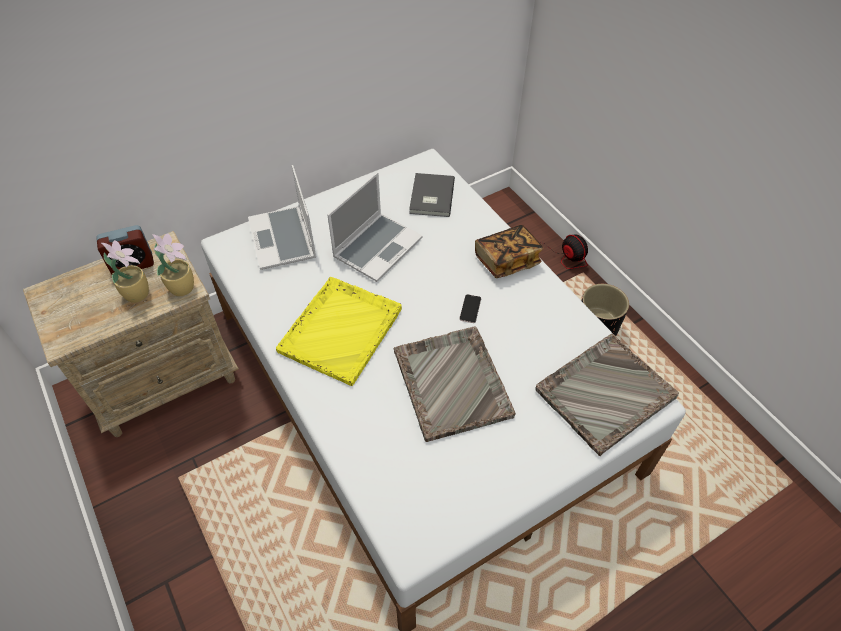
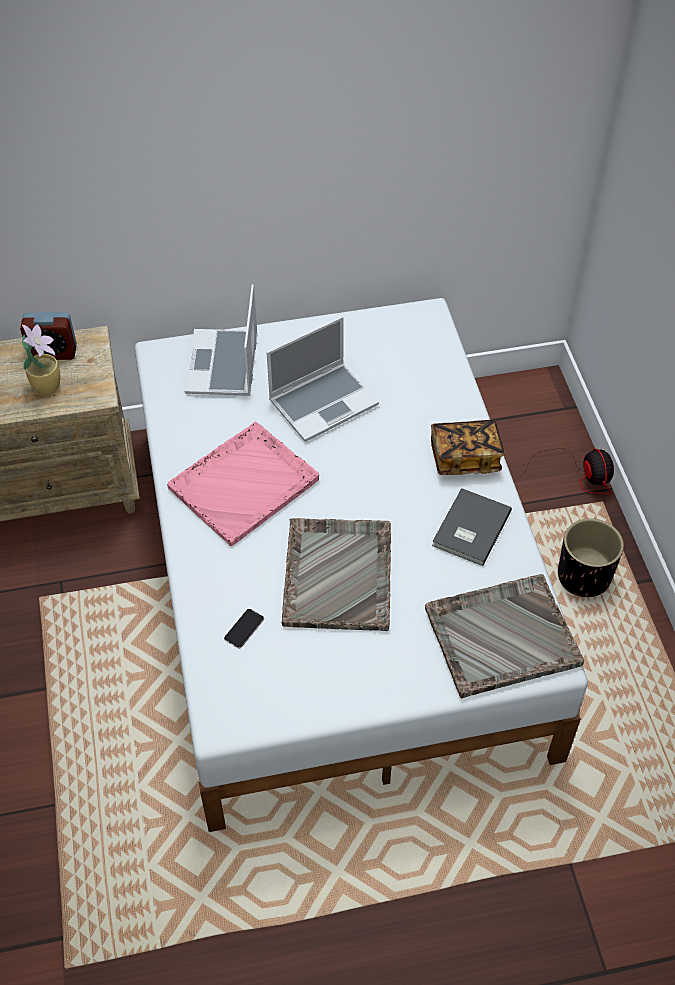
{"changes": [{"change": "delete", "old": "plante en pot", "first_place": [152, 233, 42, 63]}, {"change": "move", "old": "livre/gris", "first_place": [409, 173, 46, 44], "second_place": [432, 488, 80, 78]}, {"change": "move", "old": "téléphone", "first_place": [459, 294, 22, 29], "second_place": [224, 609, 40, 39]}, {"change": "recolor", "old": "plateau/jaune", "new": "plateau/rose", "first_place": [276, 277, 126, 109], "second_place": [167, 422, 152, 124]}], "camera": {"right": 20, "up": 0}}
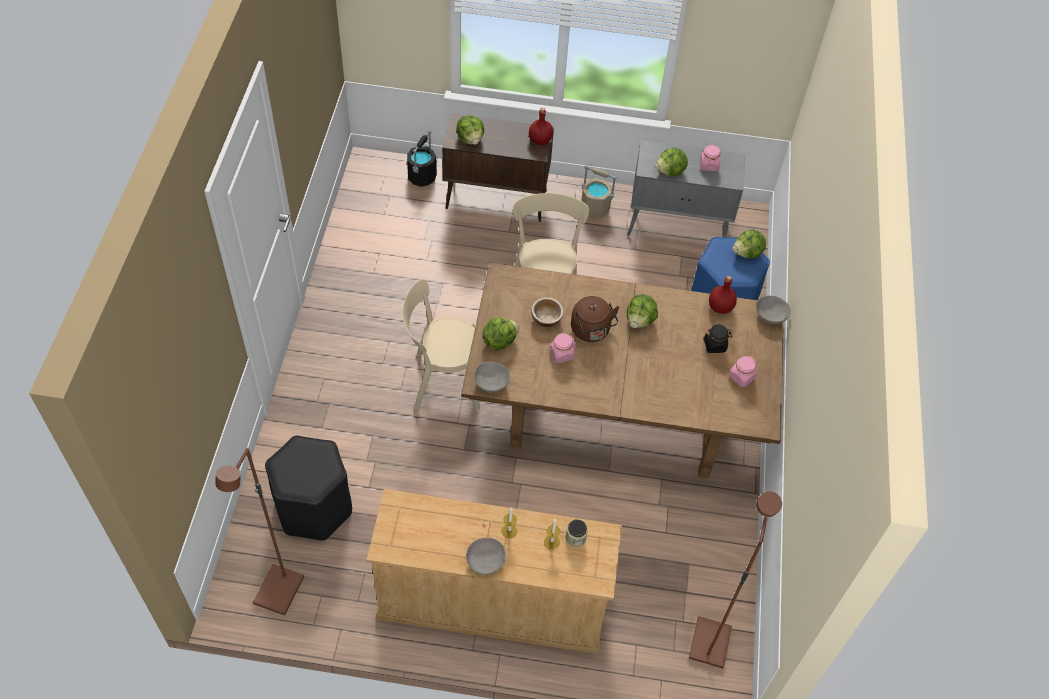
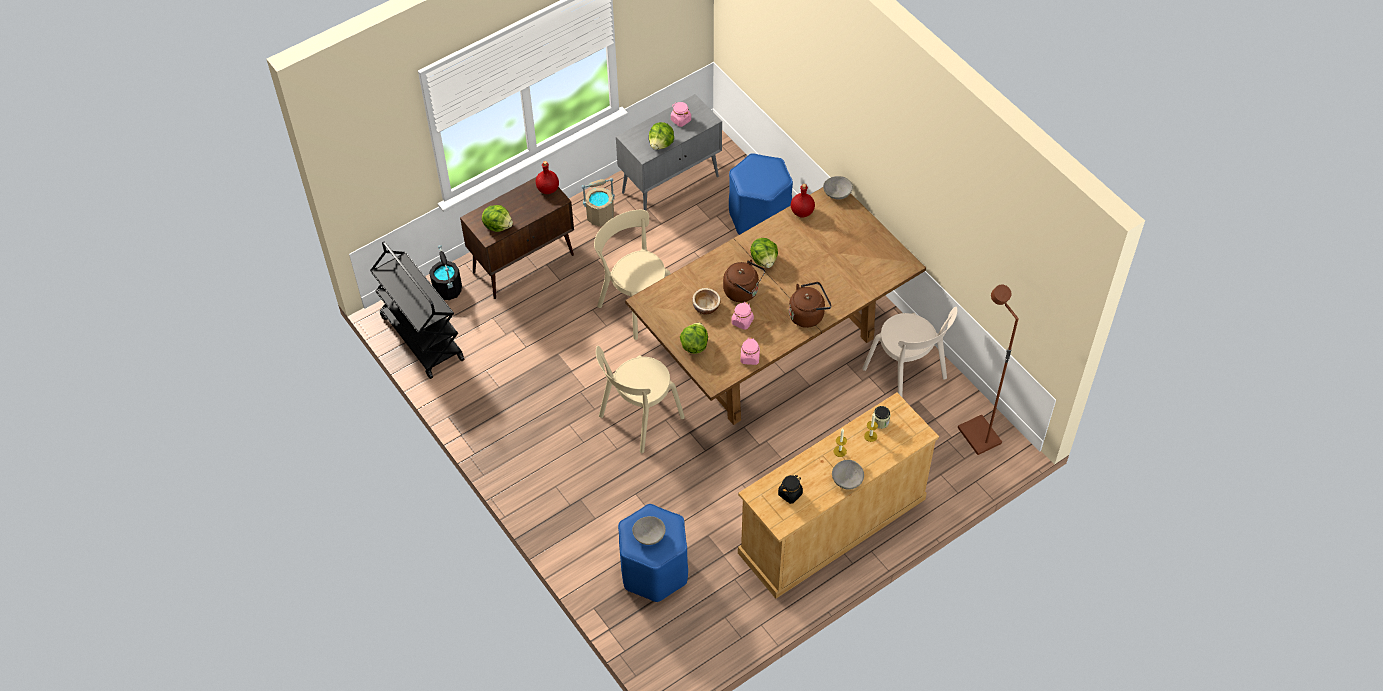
{"changes": [{"change": "delete", "old": "lampadaire/marron", "first_place": [216, 448, 88, 167]}, {"change": "delete", "old": "laitue", "first_place": [732, 230, 34, 28]}, {"change": "insert", "new": "chariot/noir", "second_place": [370, 241, 95, 138]}, {"change": "insert", "new": "bouilloire/marron", "second_place": [789, 282, 43, 46]}, {"change": "insert", "new": "chaise/beige", "second_place": [862, 307, 95, 90]}, {"change": "move", "old": "bol/gris", "first_place": [474, 362, 36, 30], "second_place": [632, 516, 34, 29]}, {"change": "move", "old": "bocal/noir", "first_place": [703, 325, 29, 28], "second_place": [778, 475, 25, 29]}, {"change": "move", "old": "bocal/rose", "first_place": [729, 356, 28, 31], "second_place": [741, 338, 19, 27]}, {"change": "recolor", "old": "tabouret/noir", "new": "tabouret/bleu", "first_place": [265, 436, 87, 105], "second_place": [618, 504, 70, 98]}], "camera": {"right": -40, "up": 0}}
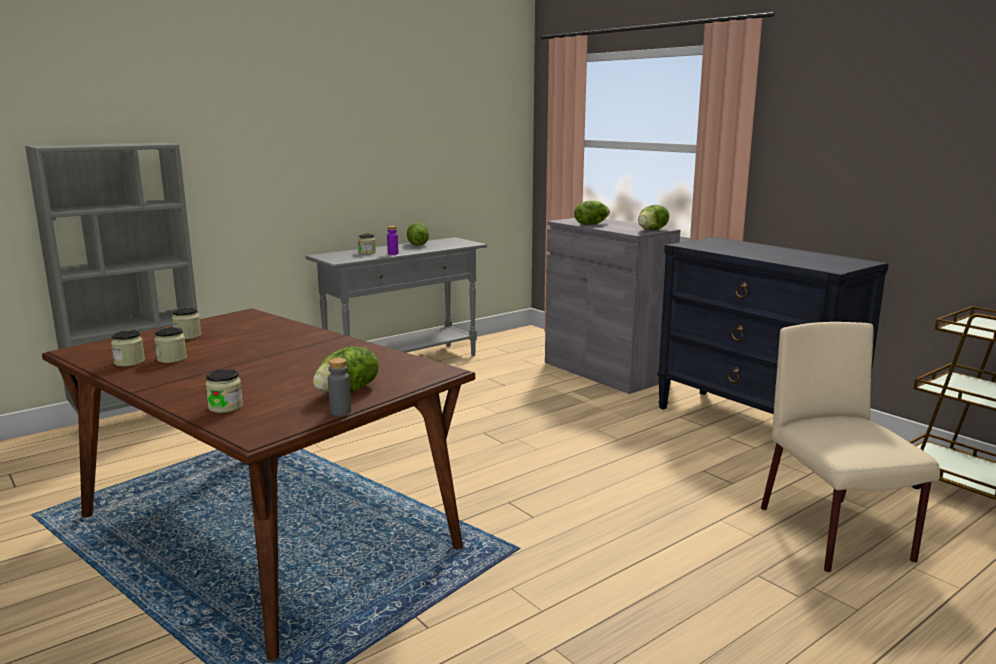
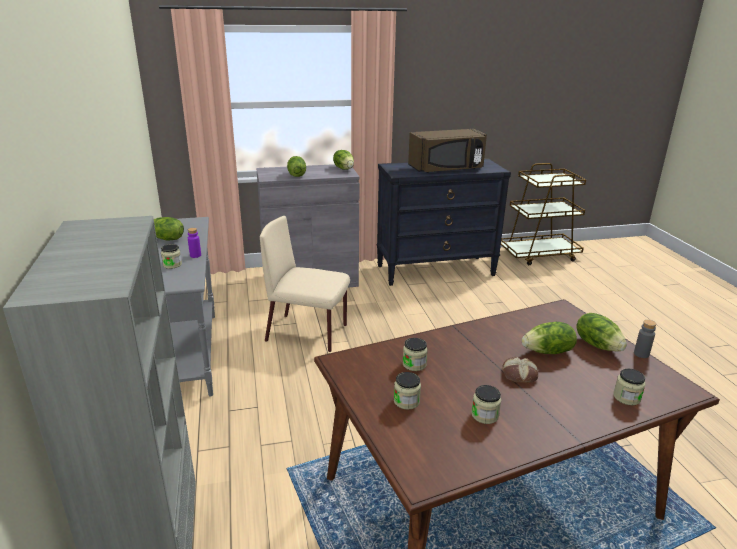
{"changes": [{"change": "insert", "new": "micro-ondes/marron", "second_place": [408, 129, 79, 44]}, {"change": "insert", "new": "pain", "second_place": [503, 357, 35, 26]}, {"change": "insert", "new": "laitue", "second_place": [522, 322, 55, 32]}, {"change": "move", "old": "bocal", "first_place": [111, 330, 34, 37], "second_place": [403, 338, 25, 33]}, {"change": "move", "old": "chaise/beige", "first_place": [761, 322, 179, 251], "second_place": [260, 216, 90, 136]}], "camera": {"right": -65, "up": 10}}
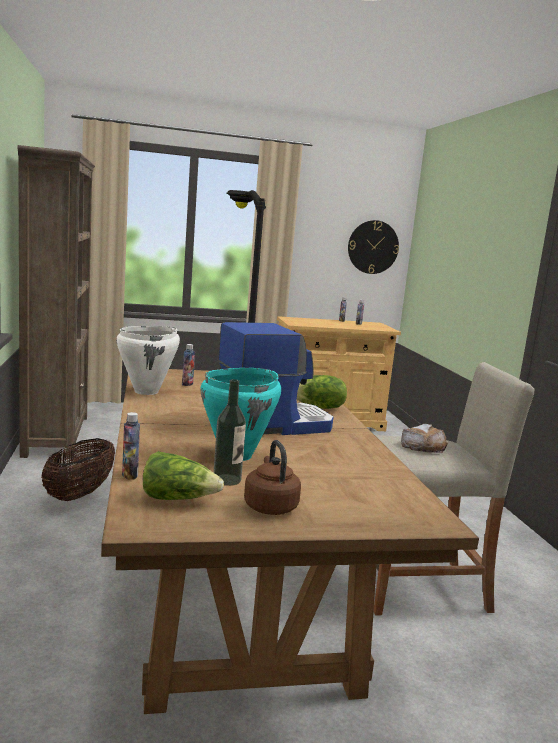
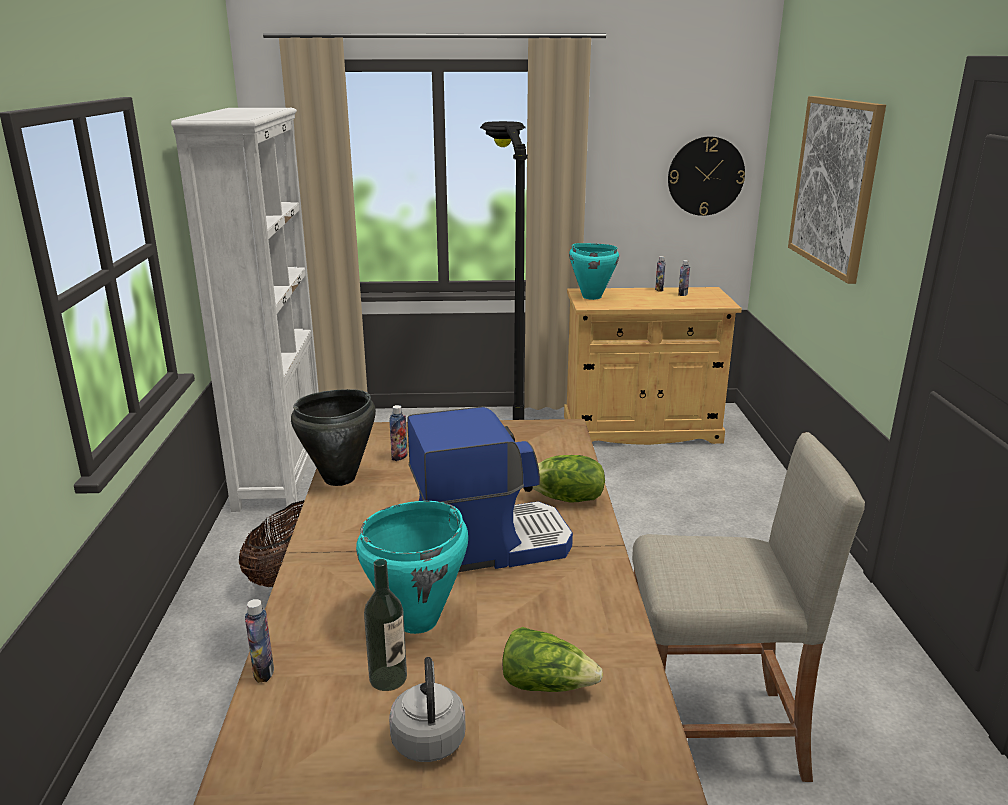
{"changes": [{"change": "delete", "old": "pain", "first_place": [401, 424, 47, 29]}, {"change": "insert", "new": "marmite/turquoise", "second_place": [569, 243, 50, 57]}, {"change": "insert", "new": "tableau", "second_place": [788, 96, 98, 188]}, {"change": "move", "old": "laitue", "first_place": [143, 451, 81, 49], "second_place": [503, 627, 100, 65]}, {"change": "recolor", "old": "bibliothèque/marron", "new": "bibliothèque/blanc", "first_place": [17, 145, 78, 313], "second_place": [171, 108, 148, 404]}, {"change": "recolor", "old": "marmite/blanc", "new": "marmite/noir", "first_place": [116, 326, 64, 69], "second_place": [291, 389, 85, 97]}, {"change": "recolor", "old": "bouilloire/marron", "new": "bouilloire/gris", "first_place": [244, 440, 57, 75], "second_place": [389, 657, 77, 105]}], "camera": {"right": 10, "up": 10}}
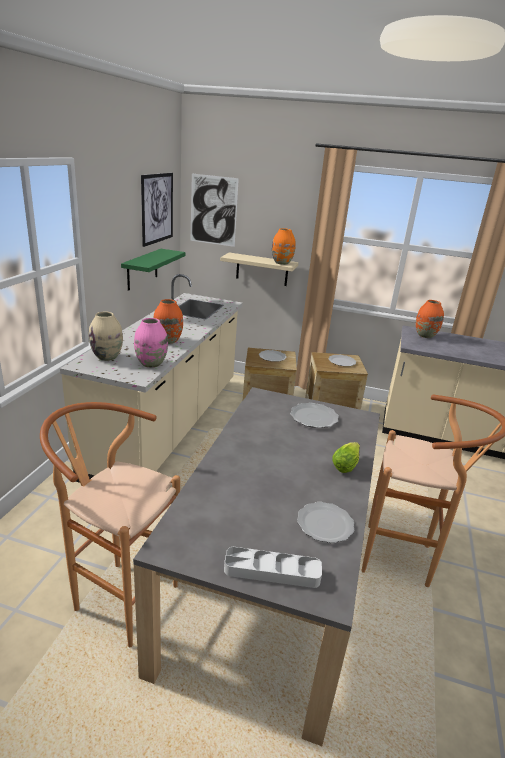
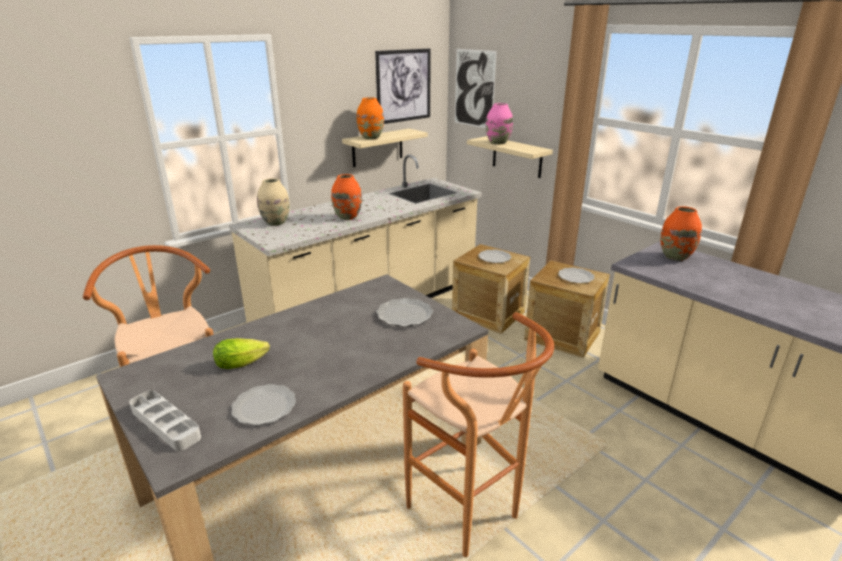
{"changes": [{"change": "move", "old": "vase/rose", "first_place": [134, 318, 34, 50], "second_place": [486, 103, 27, 41]}, {"change": "move", "old": "vase/orange", "first_place": [272, 228, 24, 37], "second_place": [357, 97, 27, 42]}, {"change": "move", "old": "laitue", "first_place": [332, 442, 28, 31], "second_place": [213, 338, 57, 31]}, {"change": "recolor", "old": "étagère/vert", "new": "étagère/beige", "first_place": [121, 249, 65, 42], "second_place": [342, 128, 86, 39]}], "camera": {"right": 35, "up": 0}}
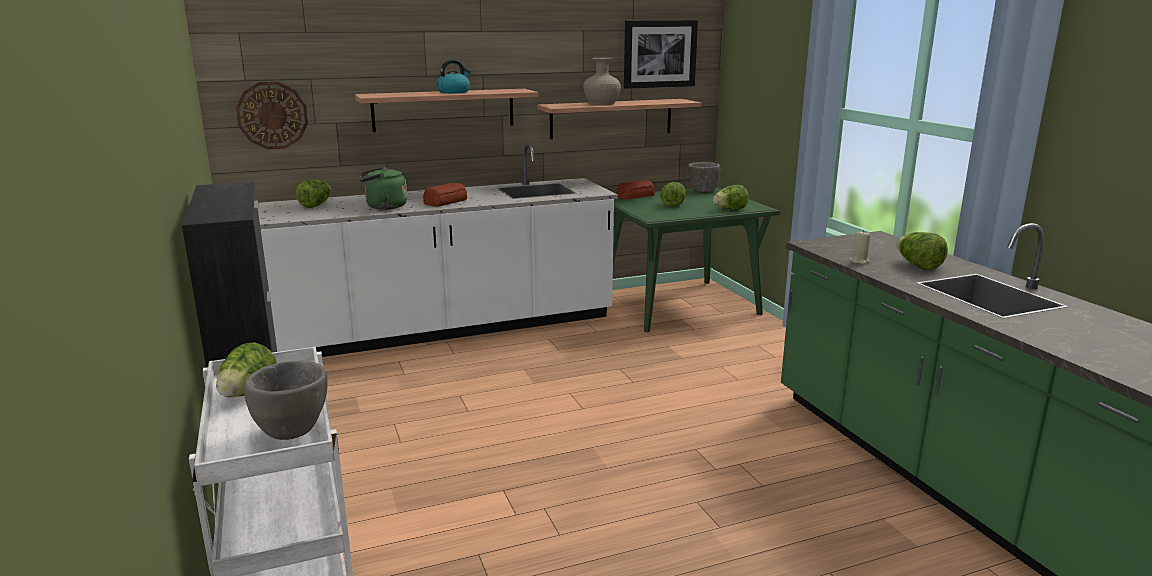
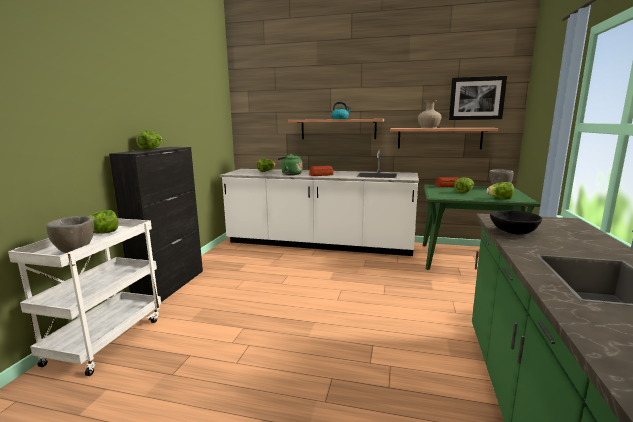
{"changes": [{"change": "delete", "old": "horloge murale", "first_place": [236, 82, 72, 67]}, {"change": "move", "old": "laitue", "first_place": [897, 232, 51, 38], "second_place": [136, 130, 26, 20]}, {"change": "replace", "old": "bougie/beige", "new": "bol/noir", "first_place": [850, 230, 20, 34], "second_place": [490, 210, 52, 24]}], "camera": {"right": 35, "up": -5}}
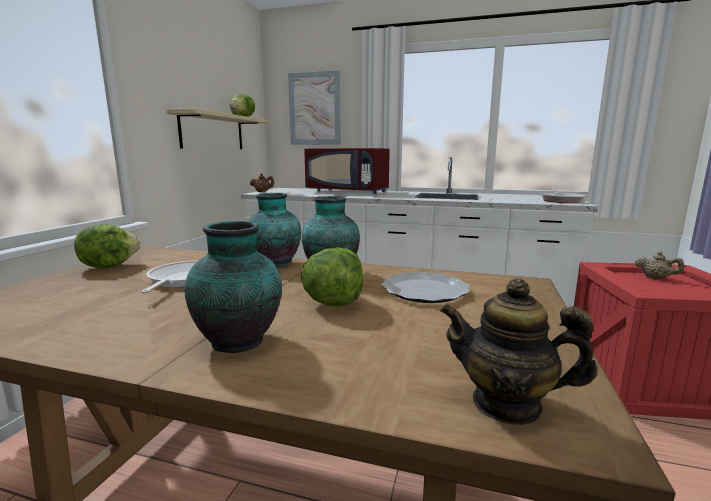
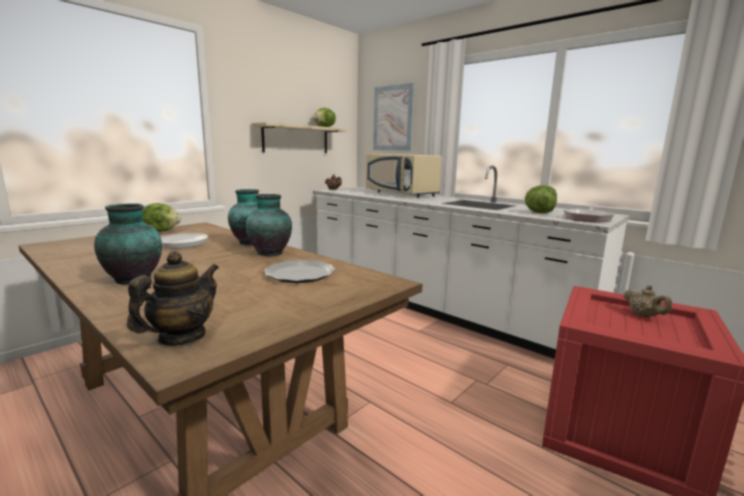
{"changes": [{"change": "move", "old": "laitue", "first_place": [301, 247, 62, 60], "second_place": [525, 185, 32, 28]}, {"change": "recolor", "old": "micro-ondes/rouge", "new": "micro-ondes/beige", "first_place": [304, 148, 86, 46], "second_place": [366, 154, 76, 44]}, {"change": "rotate", "old": "théière", "first_place": [440, 278, 157, 147], "second_place": [127, 251, 92, 95], "degrees": 75}], "camera": {"right": 25, "up": 0}}
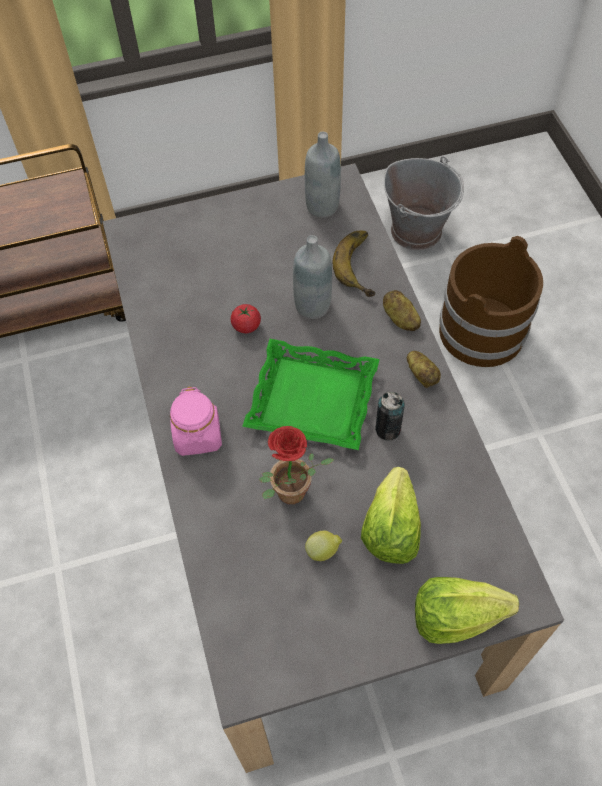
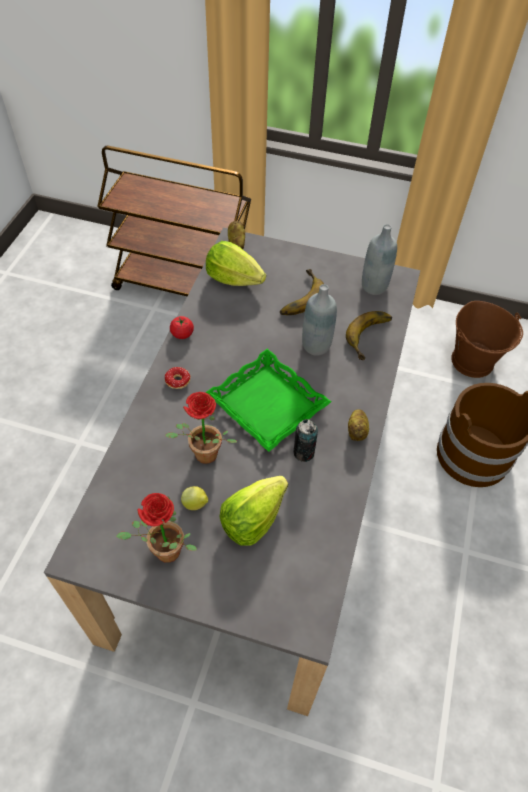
{"changes": [{"change": "insert", "new": "plante en pot", "second_place": [116, 493, 81, 70]}, {"change": "insert", "new": "banane", "second_place": [280, 269, 44, 46]}, {"change": "move", "old": "tomate", "first_place": [231, 304, 30, 29], "second_place": [170, 316, 24, 23]}, {"change": "move", "old": "pomme de terre", "first_place": [383, 290, 38, 41], "second_place": [228, 221, 17, 28]}, {"change": "move", "old": "laitue", "first_place": [415, 577, 104, 67], "second_place": [206, 241, 60, 45]}, {"change": "replace", "old": "bocal/rose", "new": "beignet", "first_place": [170, 387, 52, 69], "second_place": [165, 367, 25, 22]}, {"change": "recolor", "old": "seau/gris", "new": "seau/marron", "first_place": [384, 156, 80, 94], "second_place": [451, 301, 72, 77]}], "camera": {"right": 30, "up": -5}}
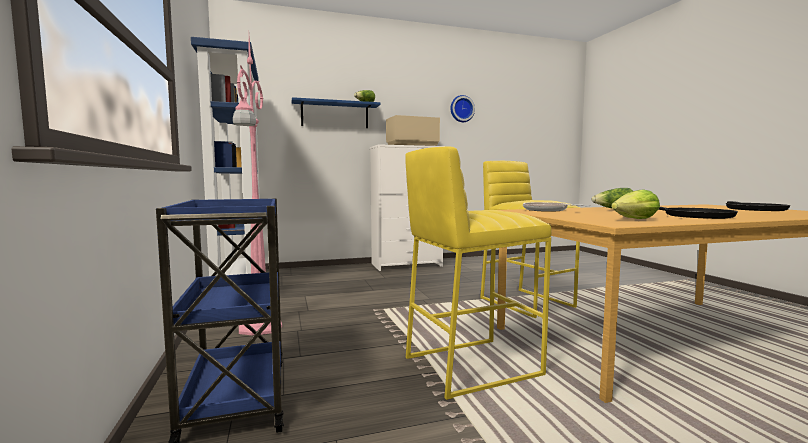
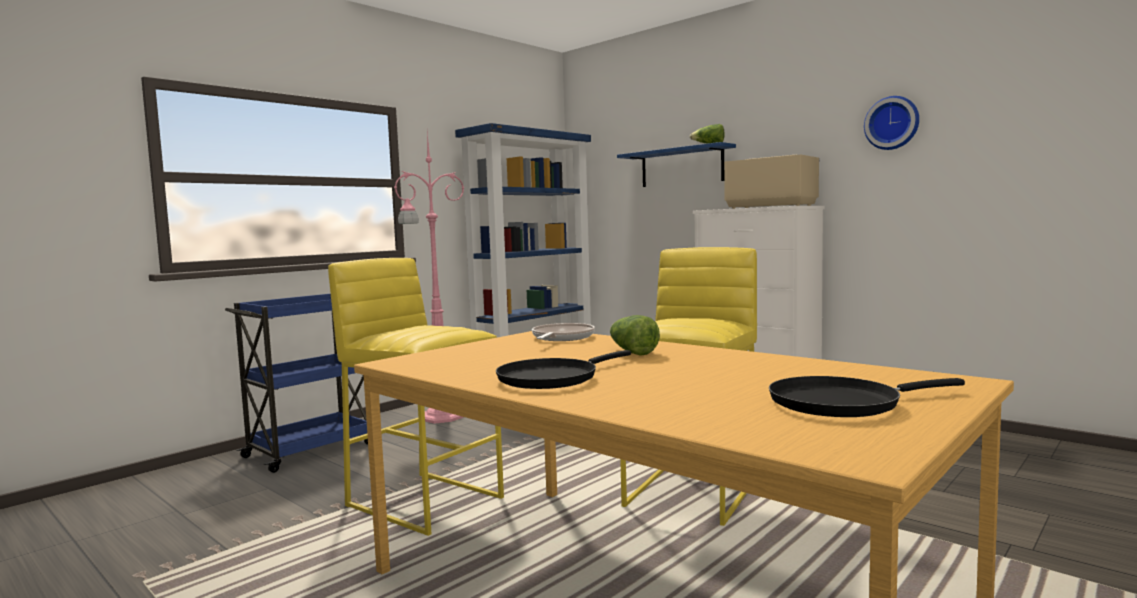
{"changes": [{"change": "delete", "old": "laitue", "first_place": [611, 190, 49, 29]}], "camera": {"right": 60, "up": 0}}
